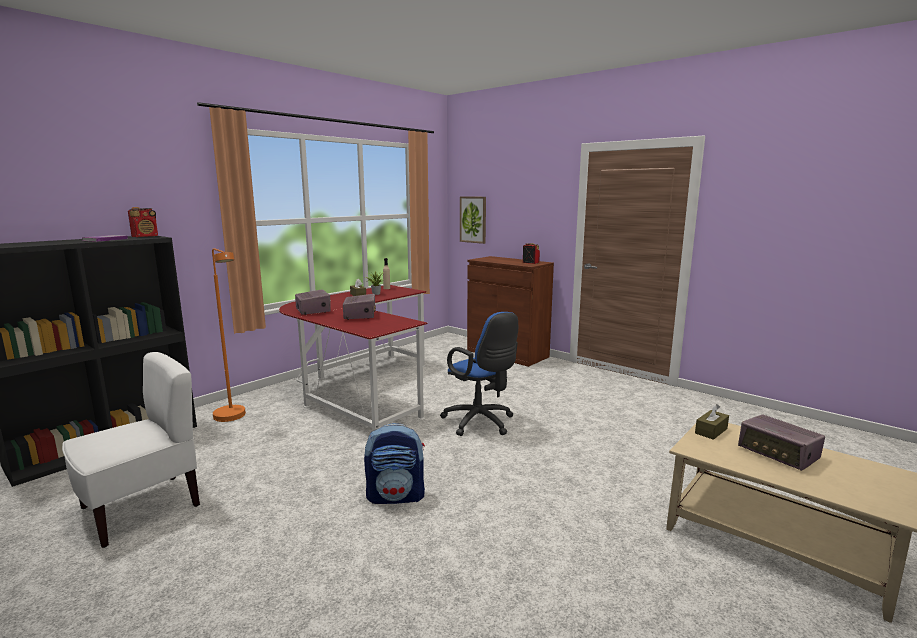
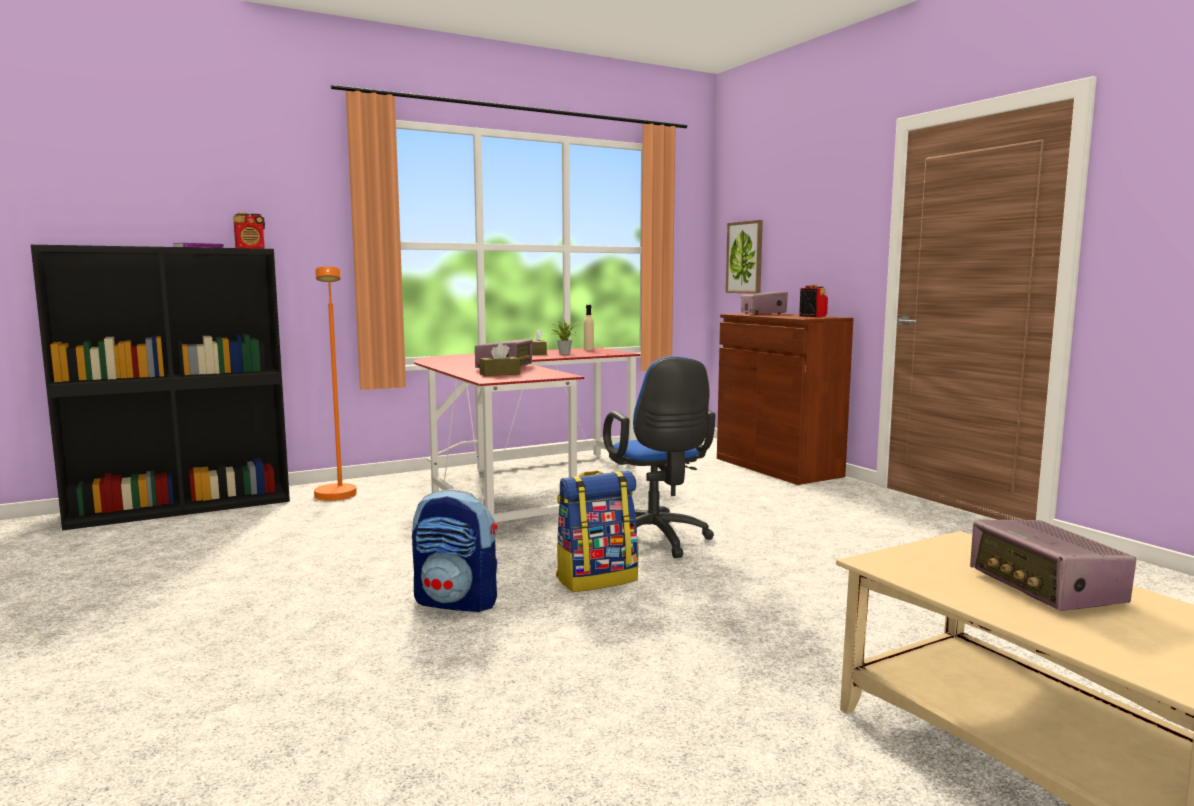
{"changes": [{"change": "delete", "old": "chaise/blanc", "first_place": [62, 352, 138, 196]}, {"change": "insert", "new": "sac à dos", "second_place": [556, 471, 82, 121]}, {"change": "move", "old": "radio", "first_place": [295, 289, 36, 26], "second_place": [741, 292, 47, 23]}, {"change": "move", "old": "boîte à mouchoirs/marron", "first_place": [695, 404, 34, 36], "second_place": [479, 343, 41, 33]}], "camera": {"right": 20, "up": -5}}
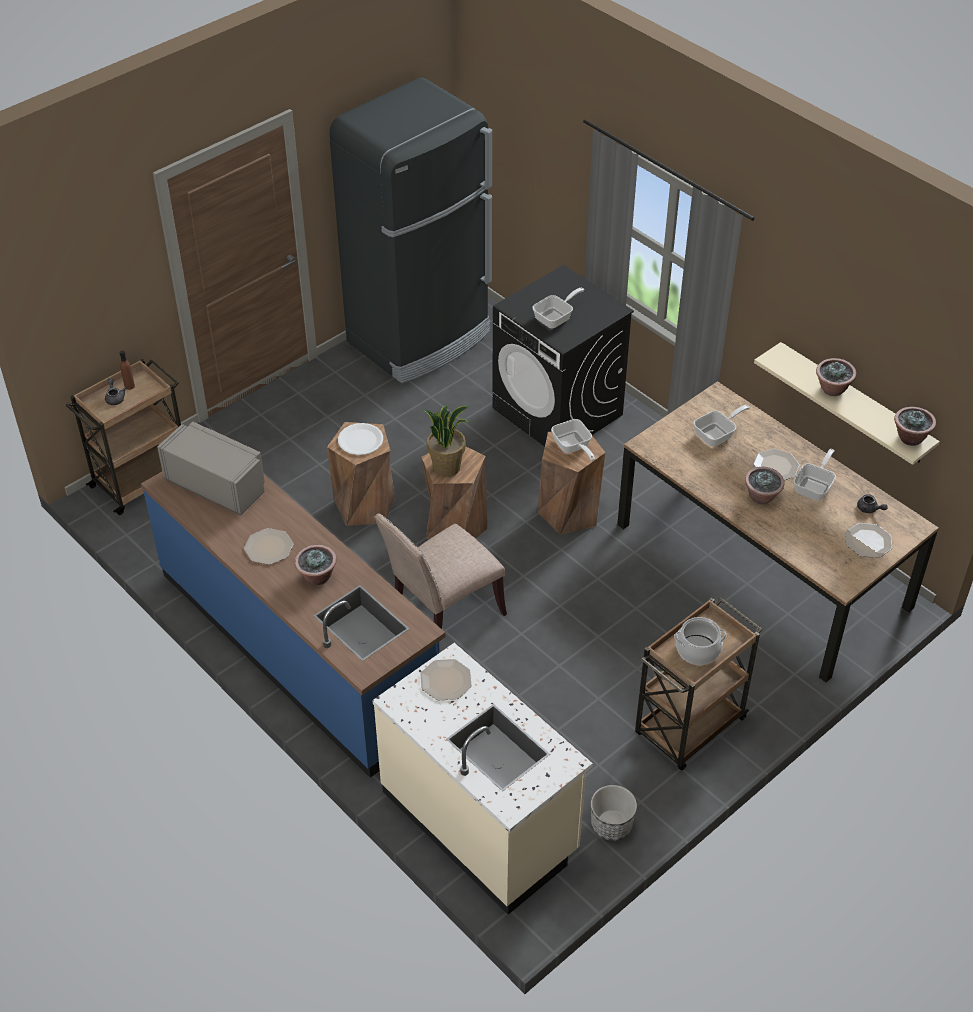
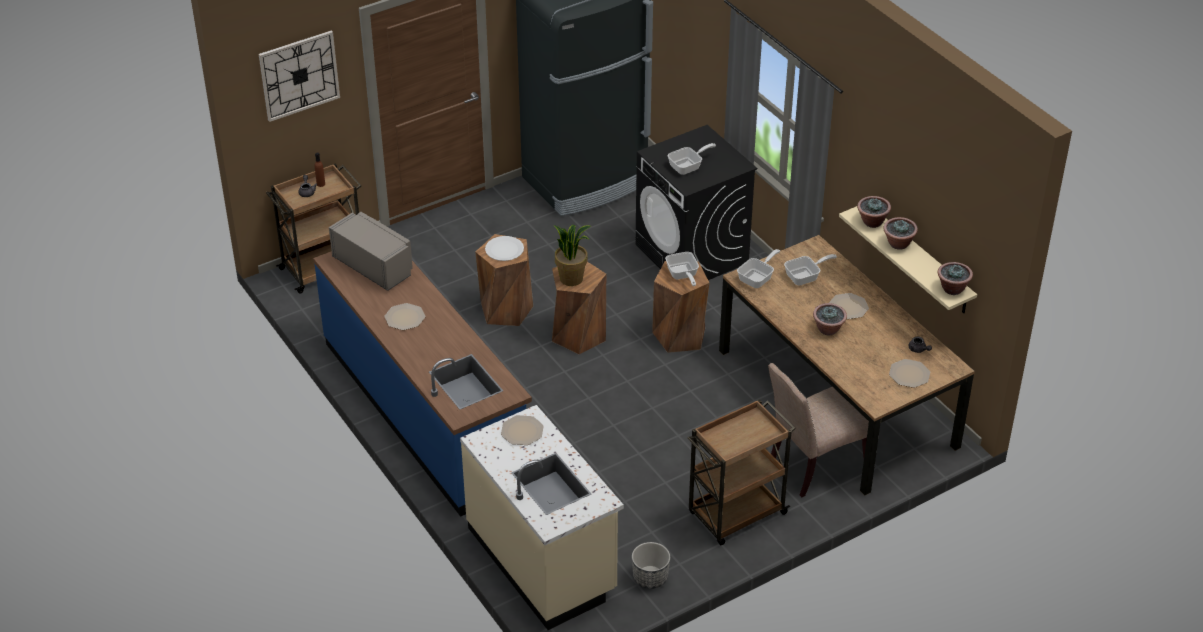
{"changes": [{"change": "delete", "old": "marmite", "first_place": [674, 617, 53, 48]}, {"change": "insert", "new": "horloge murale", "second_place": [259, 30, 81, 92]}, {"change": "move", "old": "plante en pot", "first_place": [295, 545, 42, 40], "second_place": [857, 196, 34, 32]}, {"change": "move", "old": "chaise/beige", "first_place": [374, 514, 133, 115], "second_place": [768, 363, 101, 134]}, {"change": "move", "old": "poêle", "first_place": [794, 449, 42, 52], "second_place": [737, 249, 43, 39]}], "camera": {"right": 10, "up": -5}}
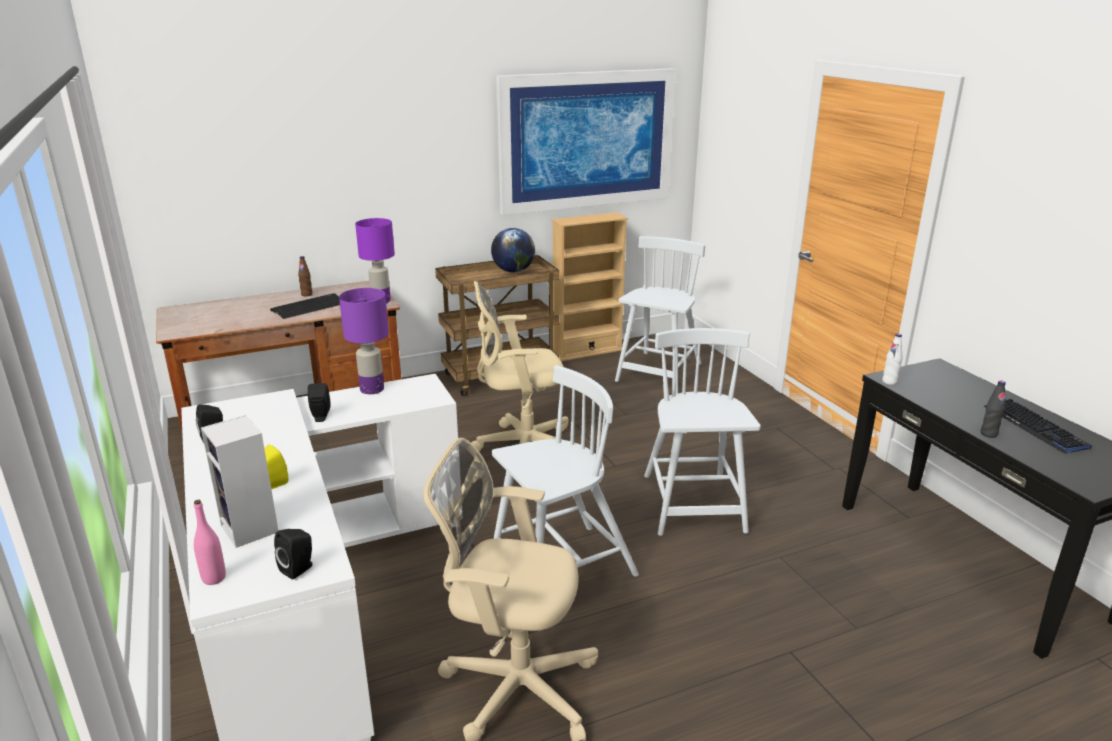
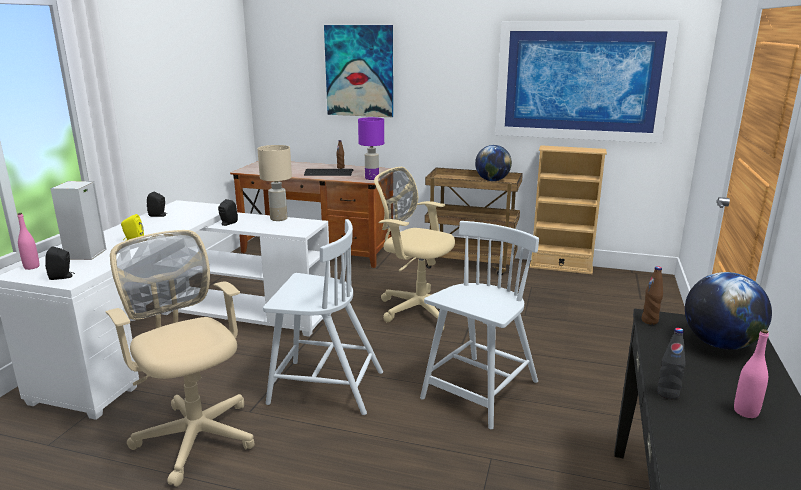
{"changes": [{"change": "delete", "old": "chaise/blanc", "first_place": [615, 236, 90, 157]}, {"change": "insert", "new": "tableau", "second_place": [324, 25, 69, 92]}, {"change": "insert", "new": "globe", "second_place": [685, 272, 87, 78]}, {"change": "replace", "old": "clavier", "new": "bouteille/rose", "first_place": [984, 399, 108, 54], "second_place": [734, 329, 35, 89]}, {"change": "recolor", "old": "lampe de table/violet", "new": "lampe de table/beige", "first_place": [339, 288, 50, 106], "second_place": [257, 145, 35, 76]}, {"change": "recolor", "old": "bouteille/blanc", "new": "bouteille/marron", "first_place": [882, 334, 20, 51], "second_place": [642, 266, 21, 59]}], "camera": {"right": 40, "up": -5}}
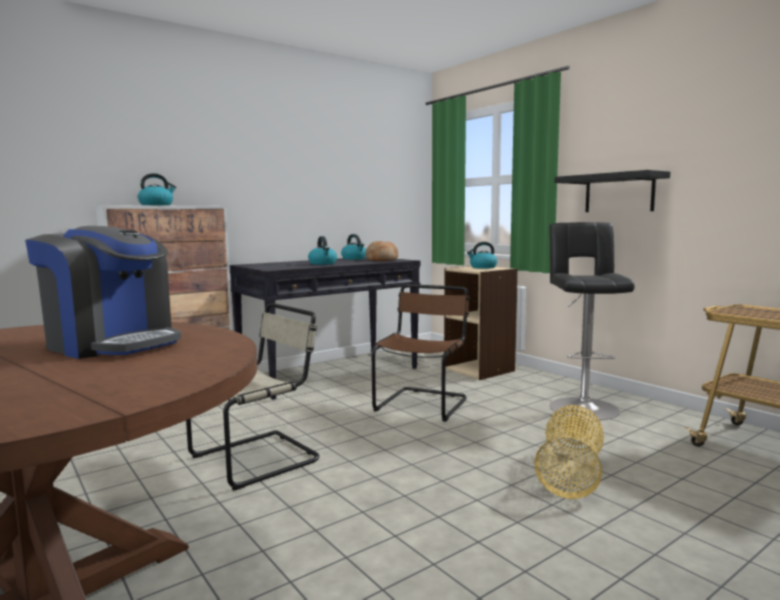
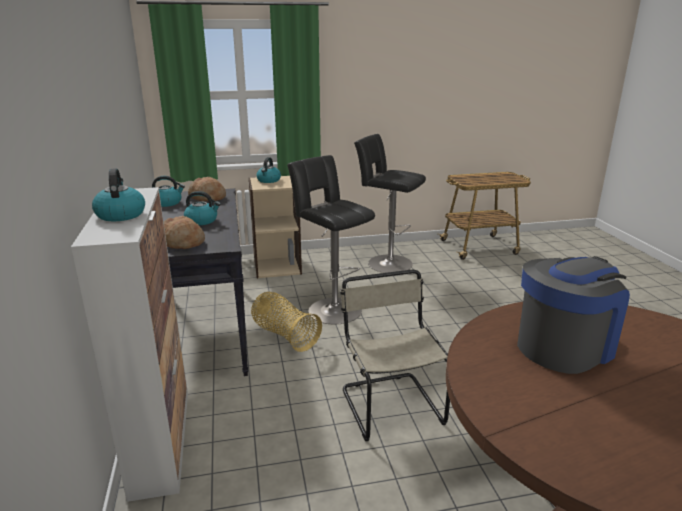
{"changes": [{"change": "delete", "old": "étagère/noir", "first_place": [554, 170, 116, 42]}, {"change": "insert", "new": "pain", "second_place": [164, 216, 41, 33]}, {"change": "move", "old": "panier", "first_place": [534, 405, 70, 94], "second_place": [251, 292, 71, 60]}, {"change": "replace", "old": "chaise/marron", "new": "tabouret/noir", "first_place": [372, 284, 98, 138], "second_place": [287, 155, 88, 169]}], "camera": {"right": -65, "up": 15}}
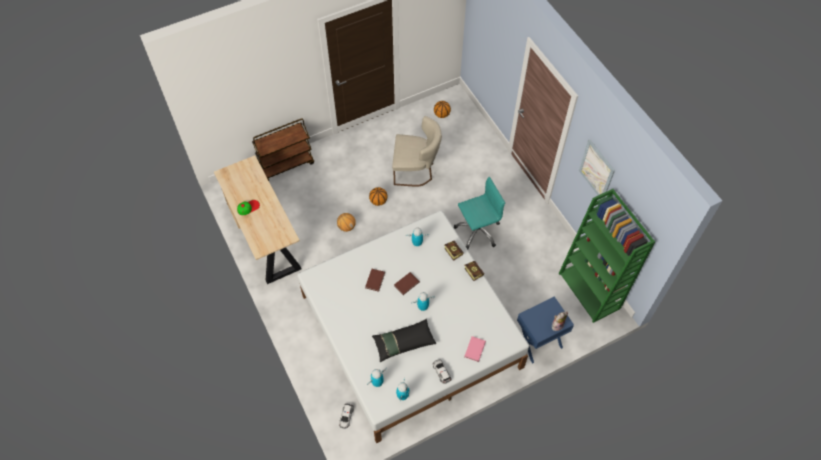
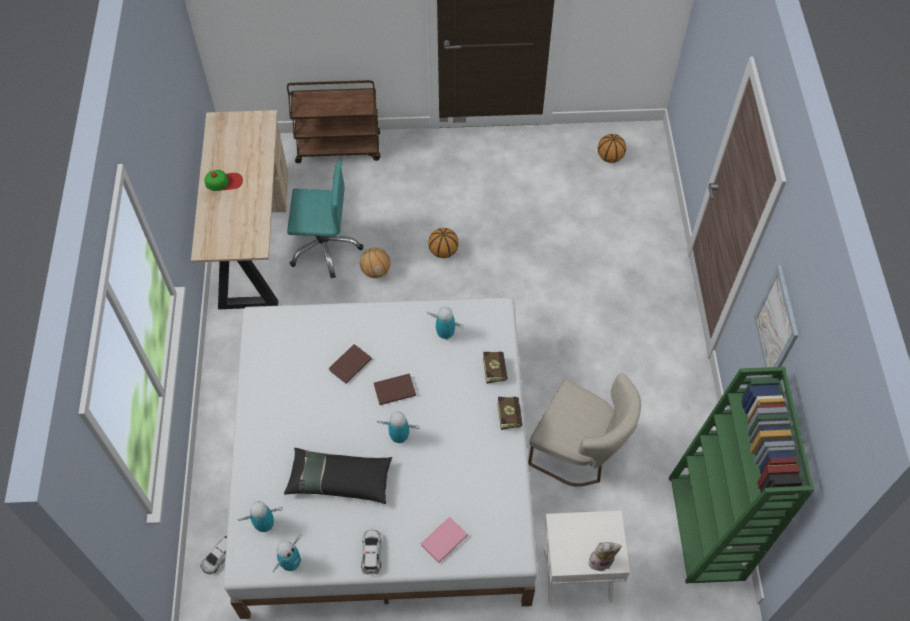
{"changes": [{"change": "move", "old": "chaise/beige", "first_place": [392, 116, 50, 71], "second_place": [528, 373, 113, 114]}, {"change": "move", "old": "chaise de bureau/turquoise", "first_place": [454, 177, 51, 72], "second_place": [287, 161, 76, 117]}, {"change": "recolor", "old": "table de chevet/bleu", "new": "table de chevet/blanc", "first_place": [517, 296, 57, 68], "second_place": [544, 511, 86, 94]}], "camera": {"right": 25, "up": 0}}
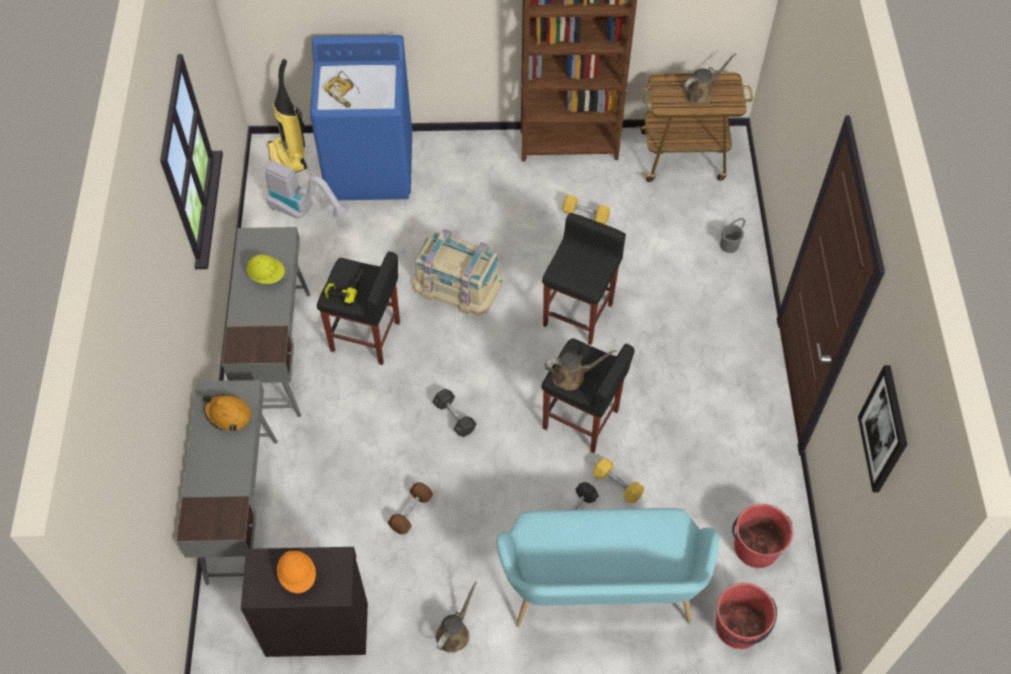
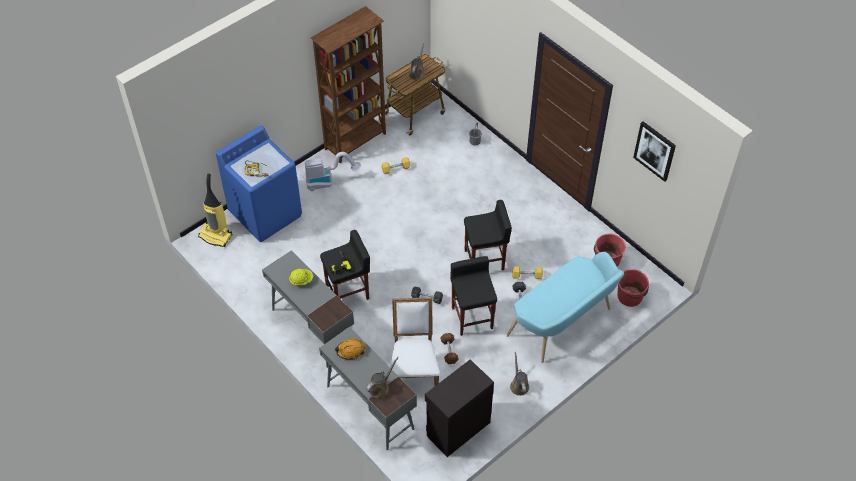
{"changes": [{"change": "delete", "old": "casque de chantier/orange", "first_place": [277, 550, 39, 43]}, {"change": "delete", "old": "boîte de rangement/beige", "first_place": [412, 229, 91, 87]}, {"change": "insert", "new": "chaise/blanc", "second_place": [390, 297, 50, 90]}, {"change": "move", "old": "aspirateur", "first_place": [265, 161, 84, 58], "second_place": [305, 152, 56, 39]}, {"change": "move", "old": "tabouret/noir", "first_place": [542, 213, 84, 132], "second_place": [450, 256, 47, 80]}, {"change": "move", "old": "arrosoir/marron", "first_place": [545, 350, 72, 41], "second_place": [366, 357, 33, 41]}], "camera": {"right": -40, "up": -5}}
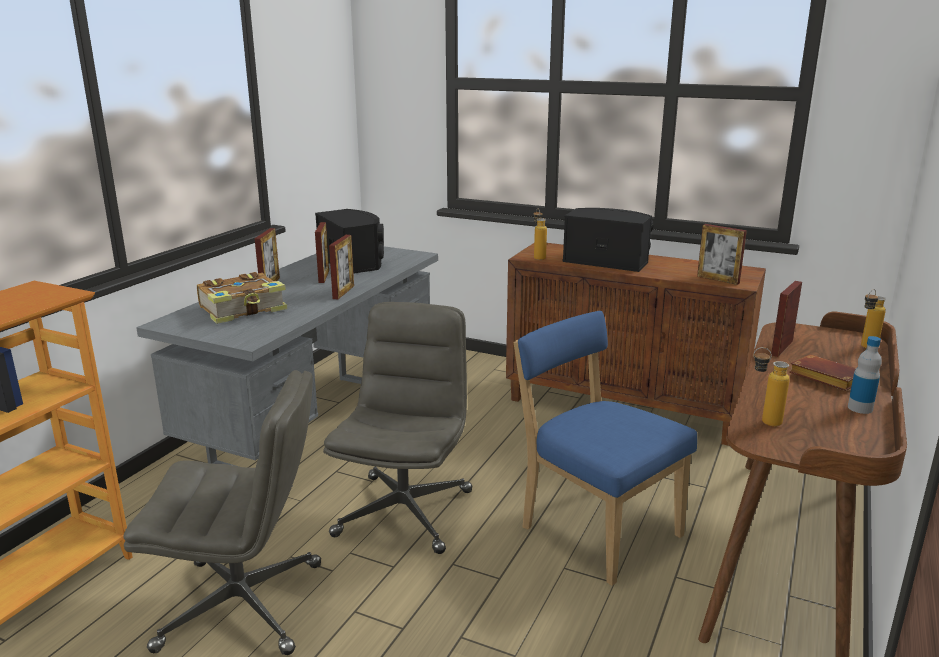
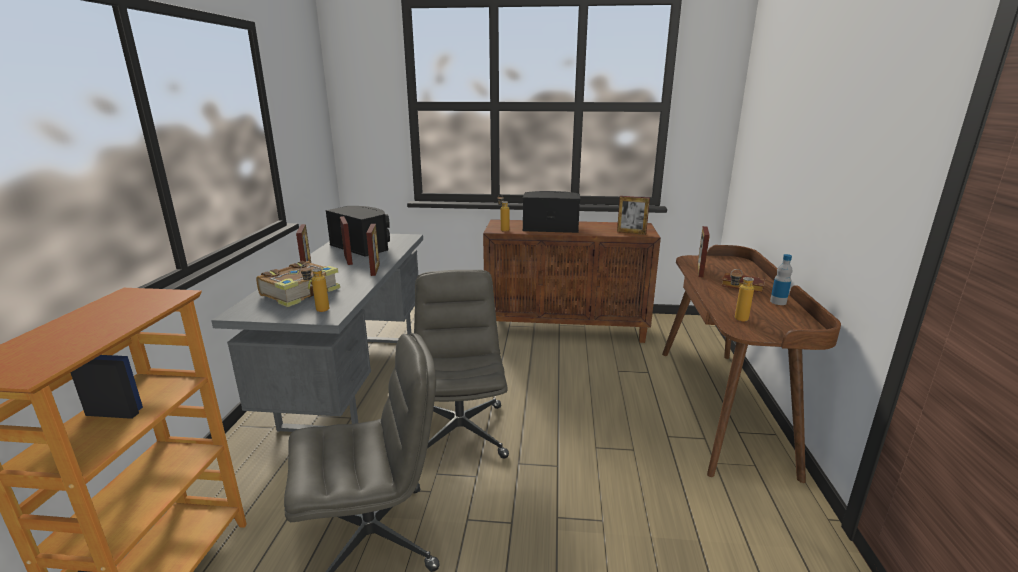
{"changes": [{"change": "delete", "old": "chaise/bleu", "first_place": [514, 311, 183, 275]}, {"change": "move", "old": "bouteille", "first_place": [861, 289, 25, 60], "second_place": [300, 263, 29, 49]}], "camera": {"right": -20, "up": 0}}
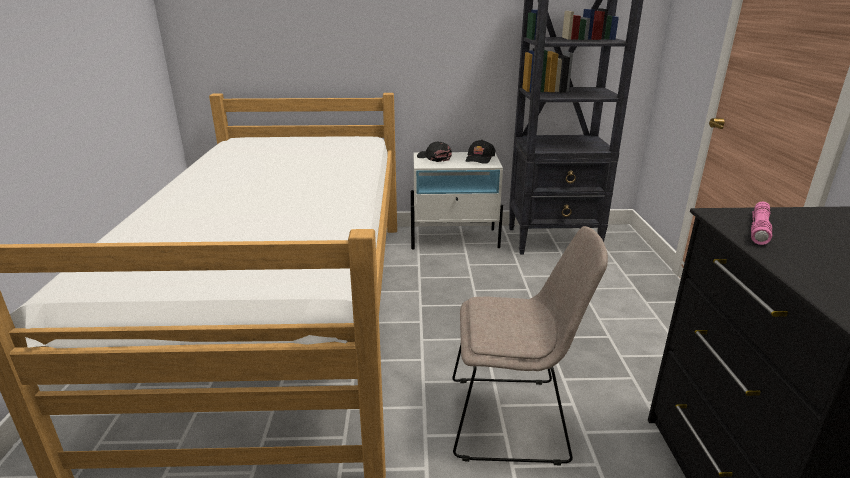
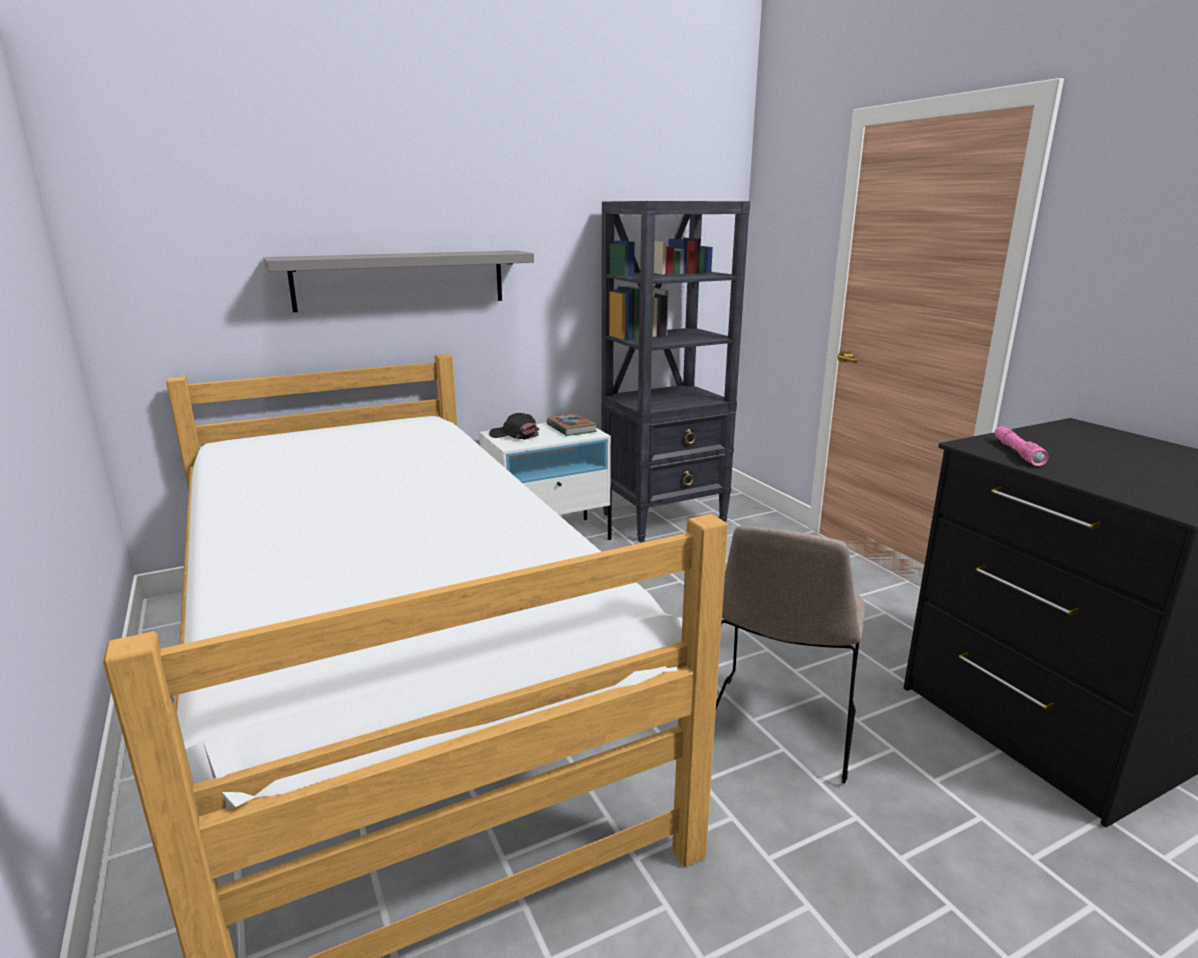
{"changes": [{"change": "insert", "new": "étagère/gris", "second_place": [263, 251, 271, 61]}, {"change": "replace", "old": "casquette/noir", "new": "livre", "first_place": [465, 140, 30, 24], "second_place": [547, 413, 51, 23]}, {"change": "rotate", "old": "chaise/beige", "first_place": [452, 226, 156, 239], "second_place": [716, 526, 149, 258], "degrees": 135}], "camera": {"right": -25, "up": -5}}
